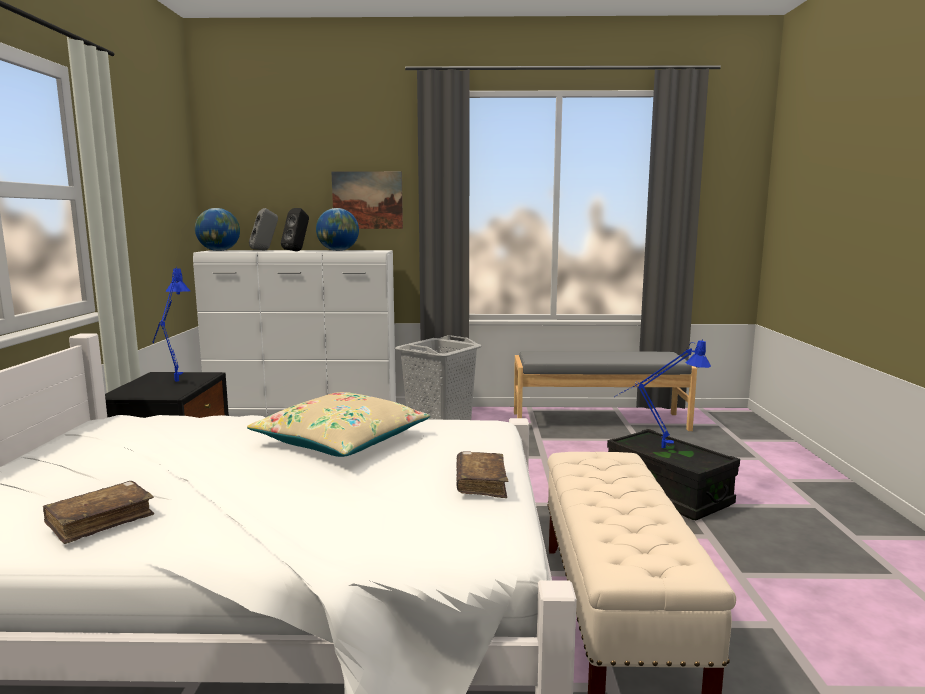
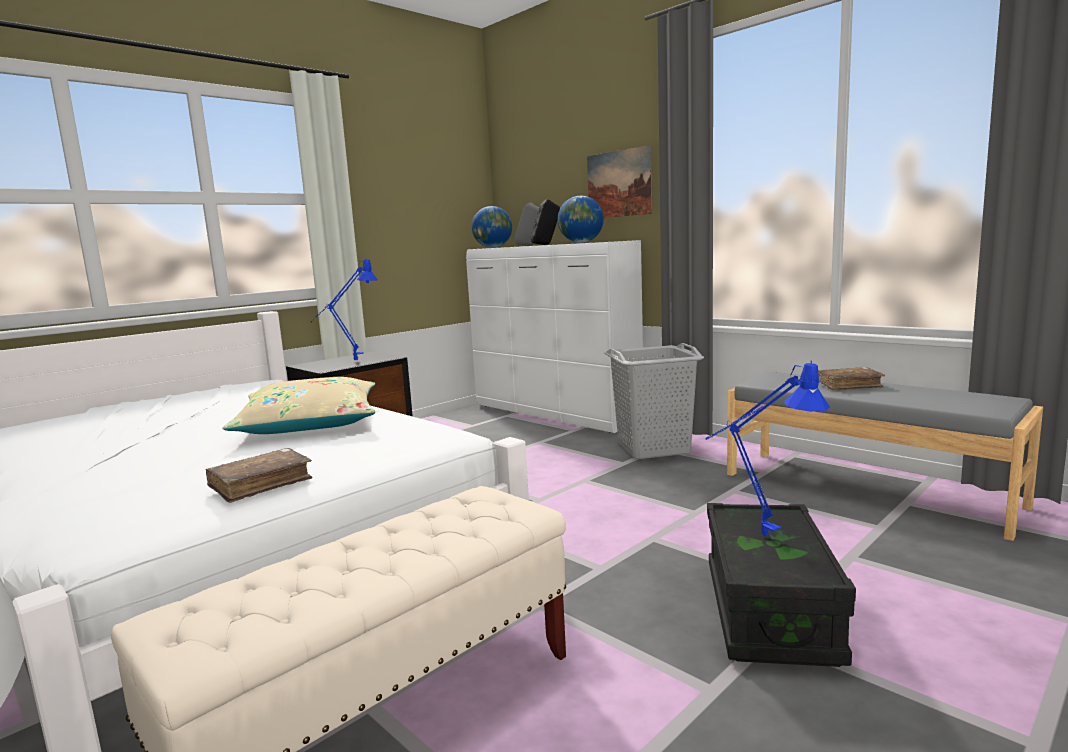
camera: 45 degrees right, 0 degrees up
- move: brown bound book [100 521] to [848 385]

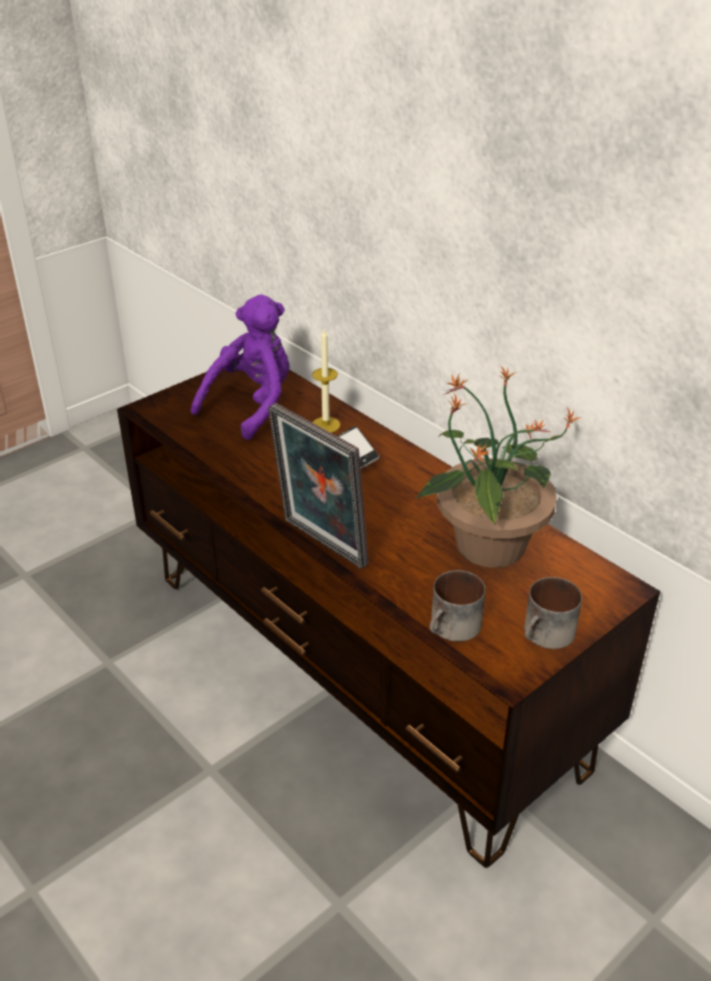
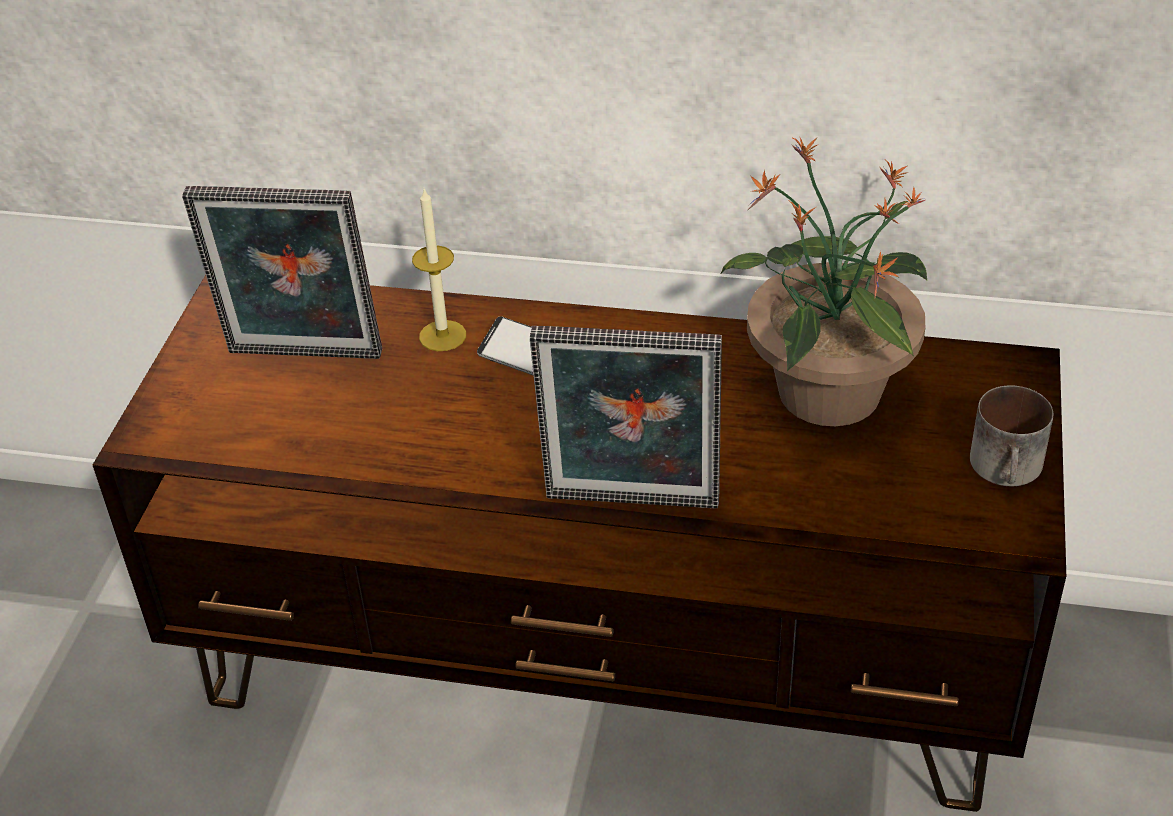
camera: 35 degrees left, 5 degrees up
- replace: purple-coloured soft toy [252 406] to standing frame [303 358]
- delete: coffee mug [453 629]

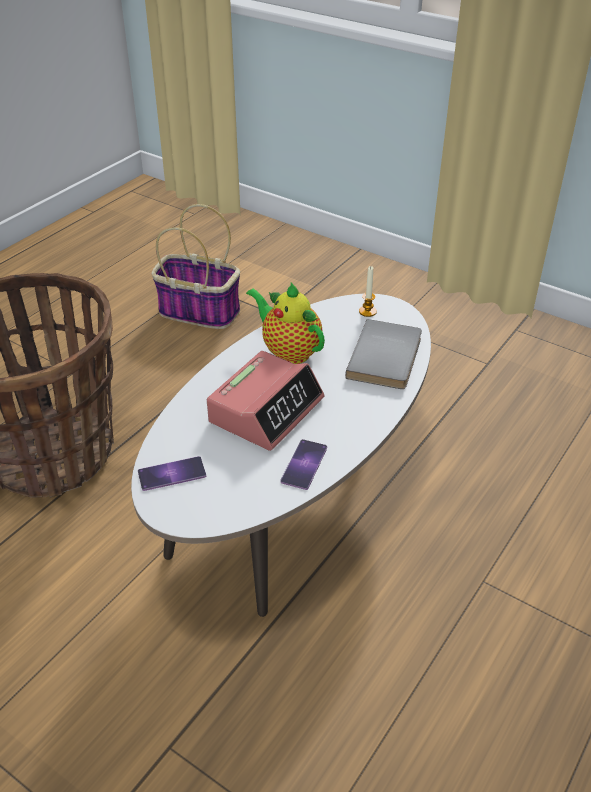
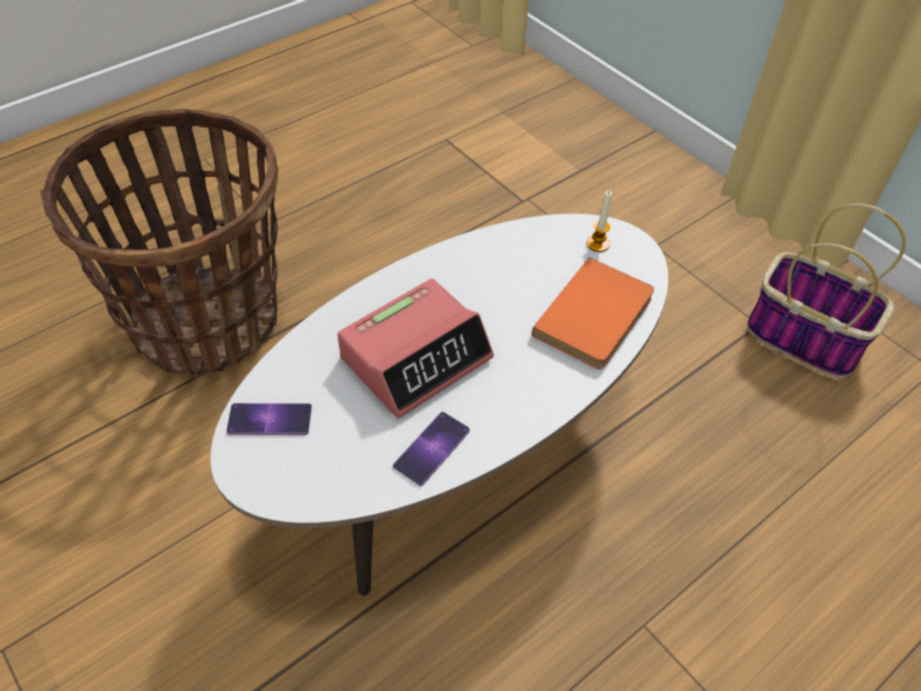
camera: 15 degrees right, 10 degrees up
- move: household basket [197 311] to [801 337]
- delete: pot for tea [289 351]
- recolor: greyish bound book [387 357] to orange-coloured bound book [597 318]

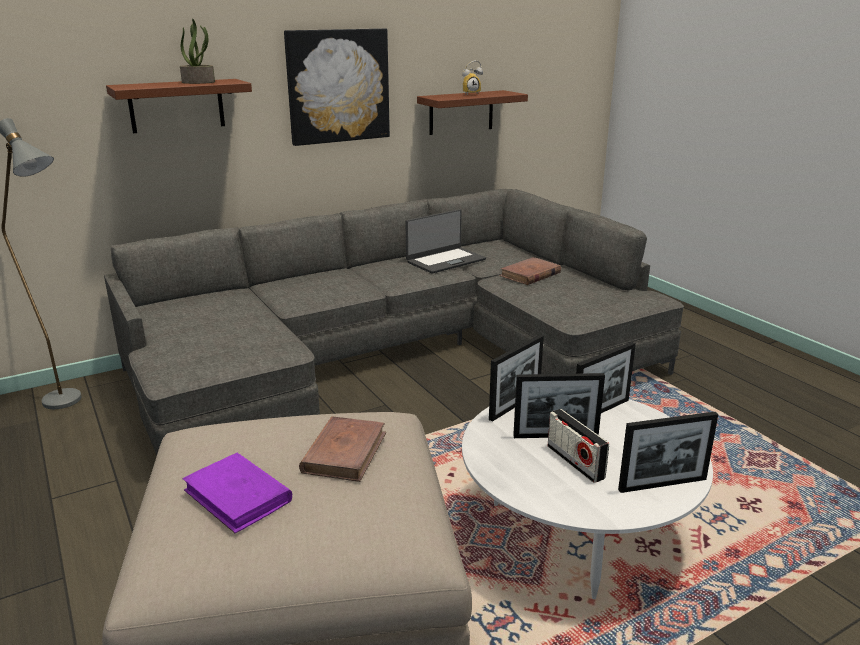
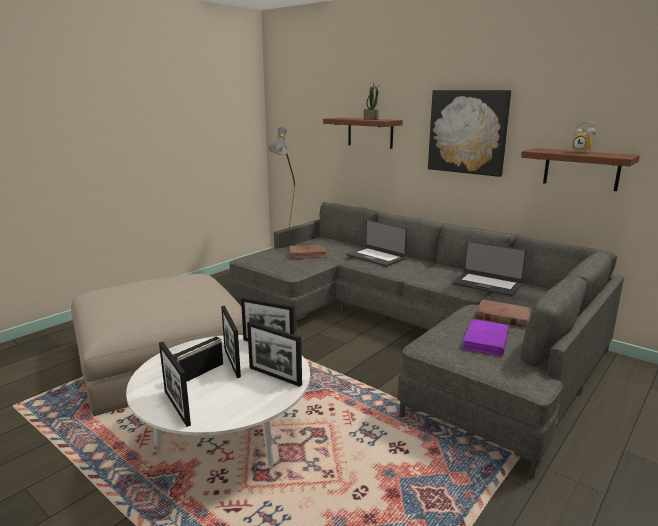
camera: 70 degrees right, 5 degrees down
- move: brown bound book [344 452] to [308 254]
- move: purple-coloured bound book [238 496] to [485 340]
- insert: notebook computer [376 257]

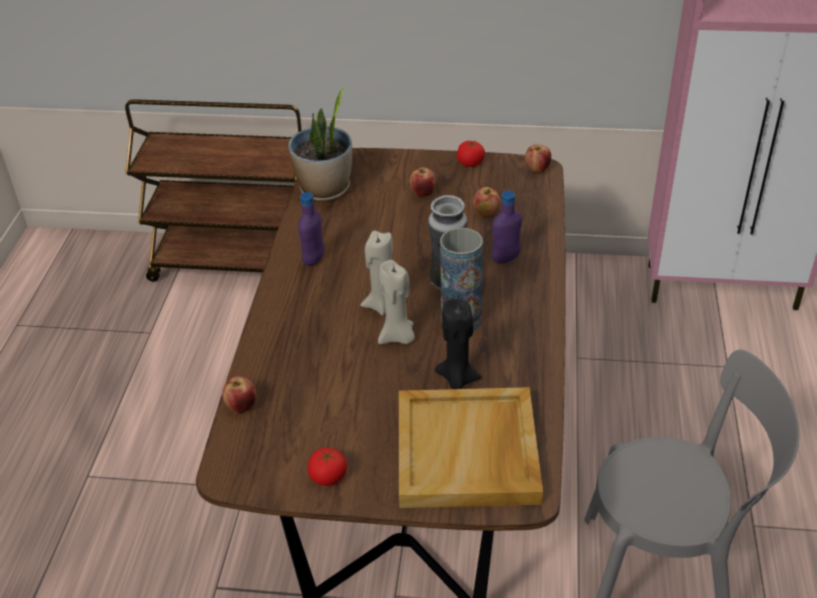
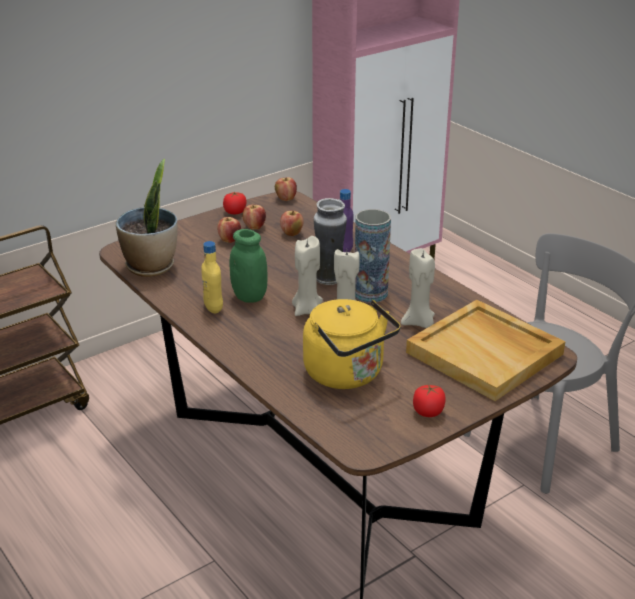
camera: 45 degrees left, 10 degrees down
- recolor: purple-coloured drink bottle [314 259] to yellow drink bottle [213 308]
- recolor: black wax light [457 379] to beige wax light [419 323]
- move: apple fruit [242 406] to [254 227]
- insert: green preserve jar [249 296]
- insert: yellow water kettle [348 374]

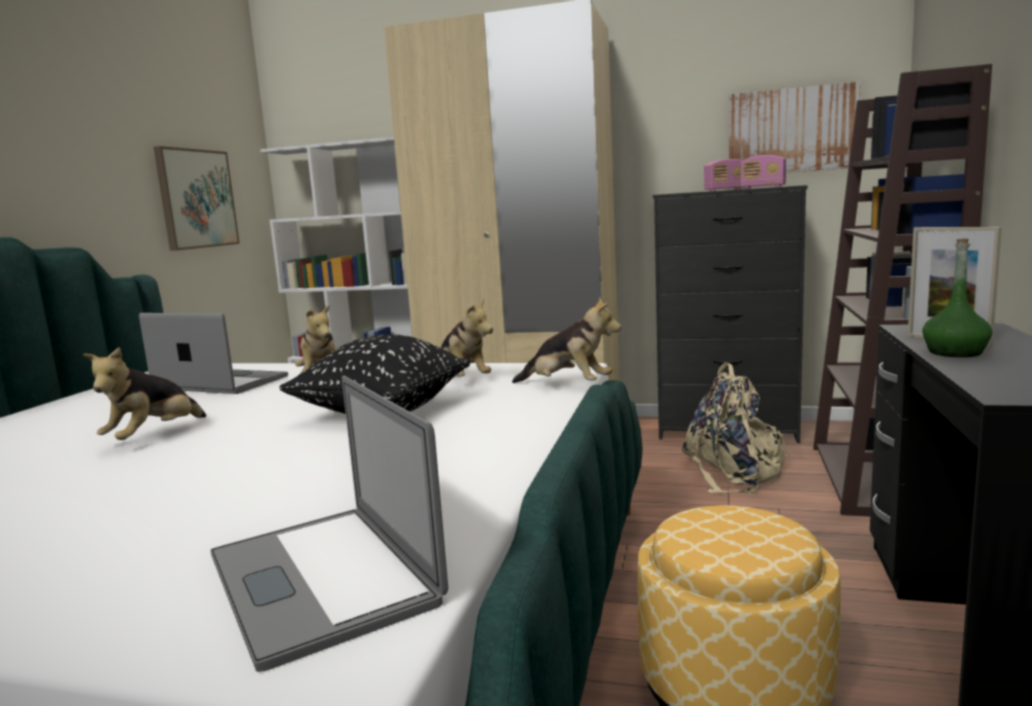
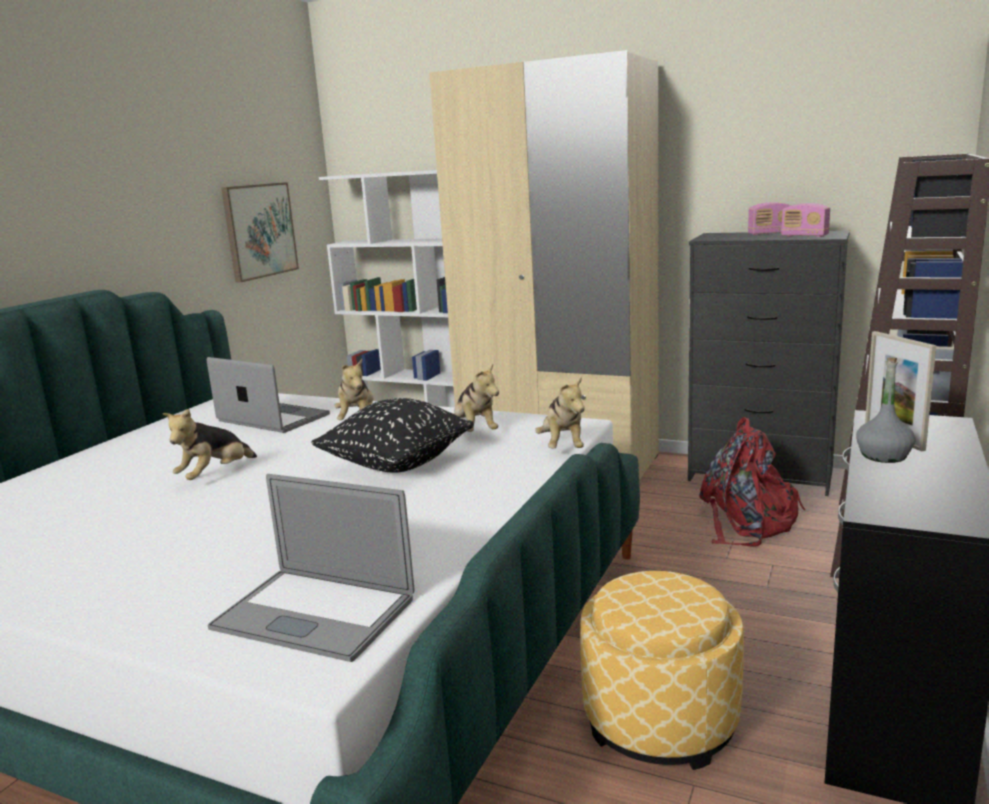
camera: 10 degrees right, 5 degrees up
- delete: picture [791 131]
- recolor: green drink bottle [954 352] to greyish drink bottle [883 456]
- rotate: soft toy [567 386] = [562 447] 45 degrees clockwise
- recolor: beige backpack [734 472] to reddish backpack [747 522]
- rotate: notebook computer [321 578] = [314 613] 45 degrees counterclockwise

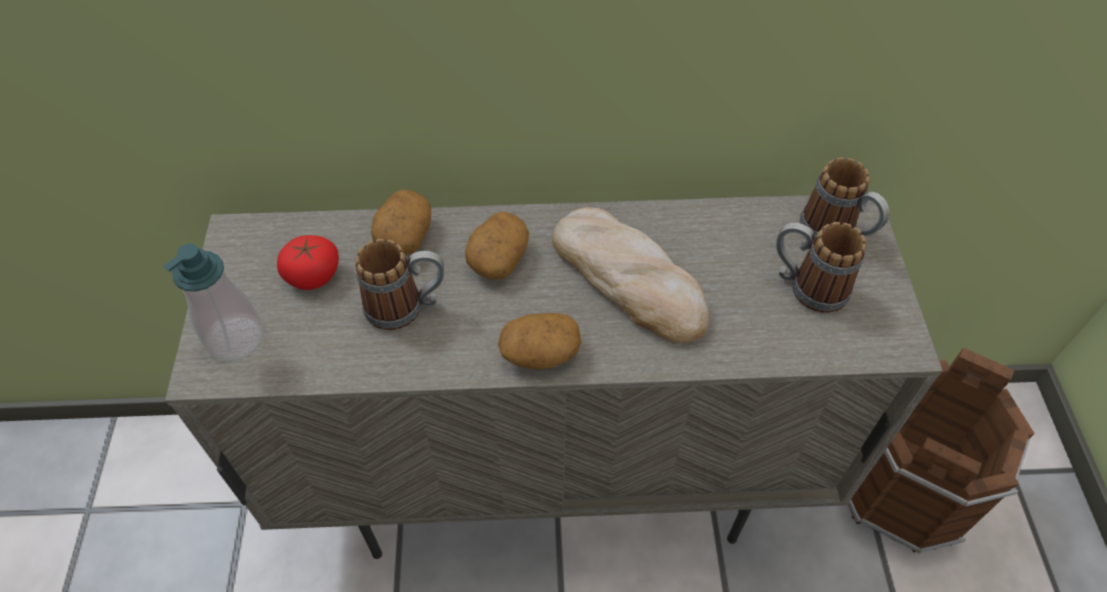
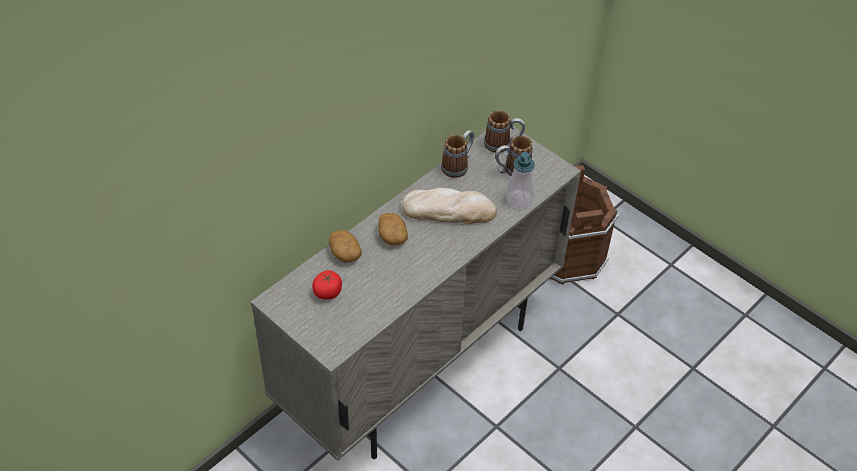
camera: 45 degrees left, 5 degrees down
- move: coffee mug [407 307] to [458 165]
- move: soap bottle [235 338] to [519 200]
- delete: spud [540 353]

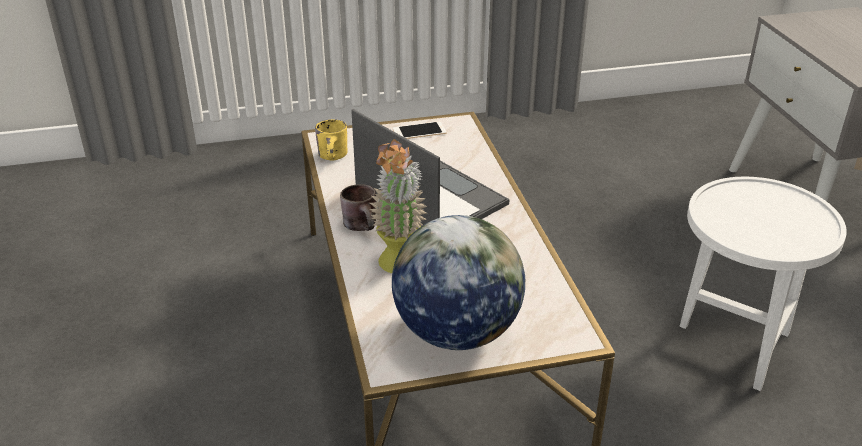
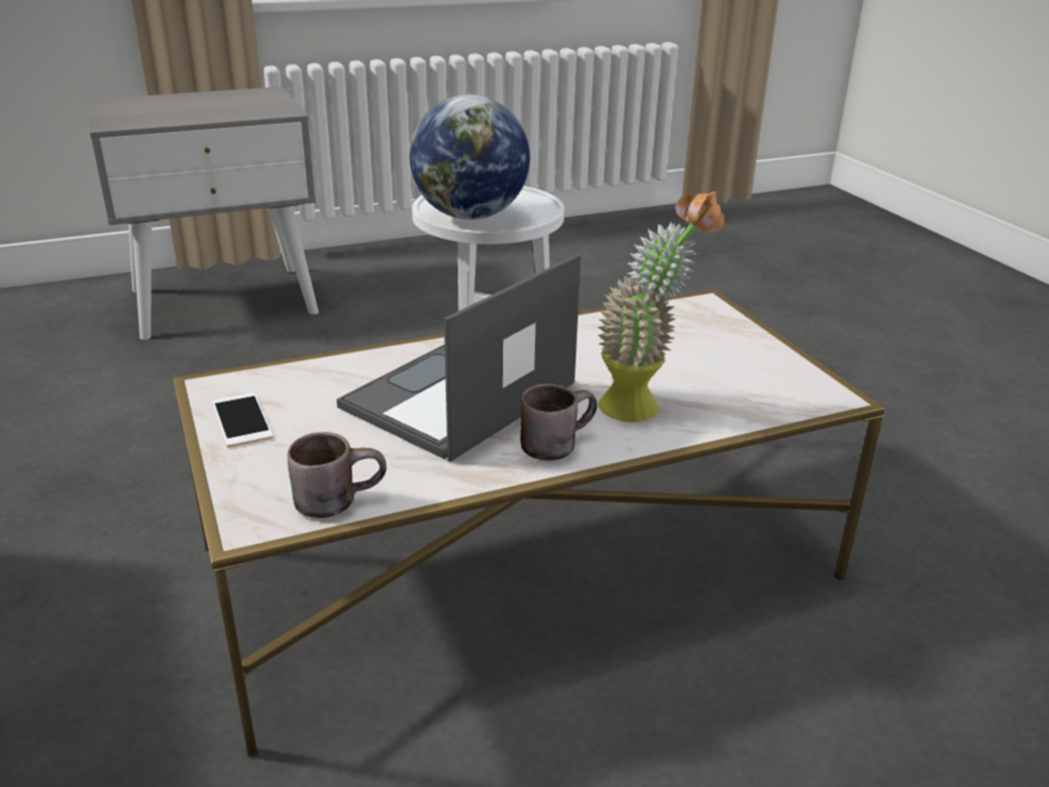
camera: 100 degrees left, 5 degrees down
- recolor: yellow coffee mug [335 157] to brown coffee mug [337 498]
- move: globe [456 332] to [469 216]

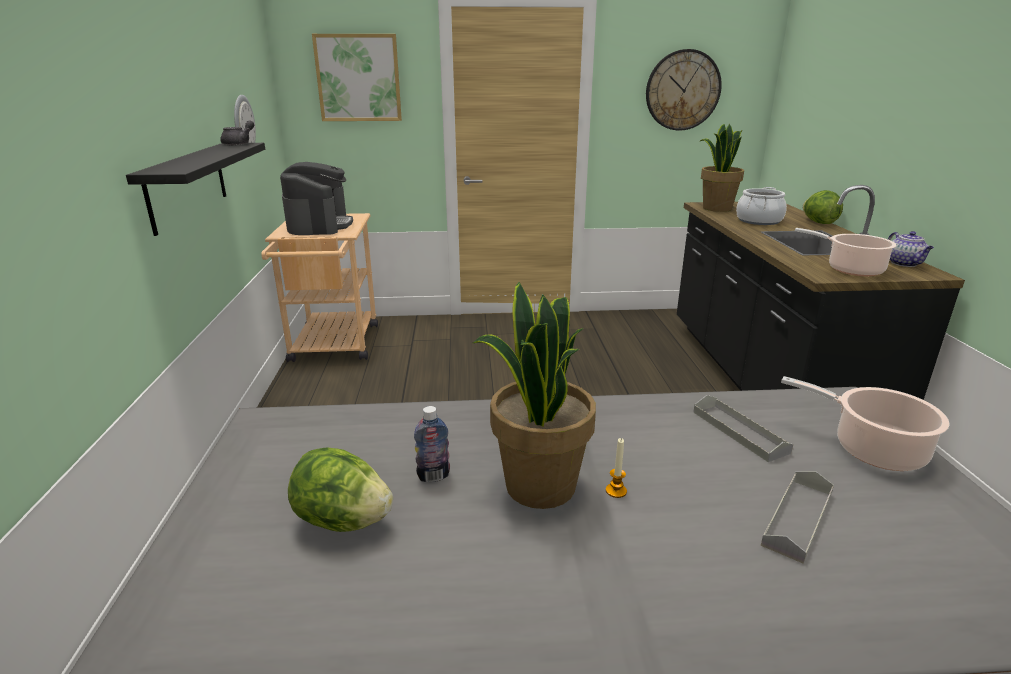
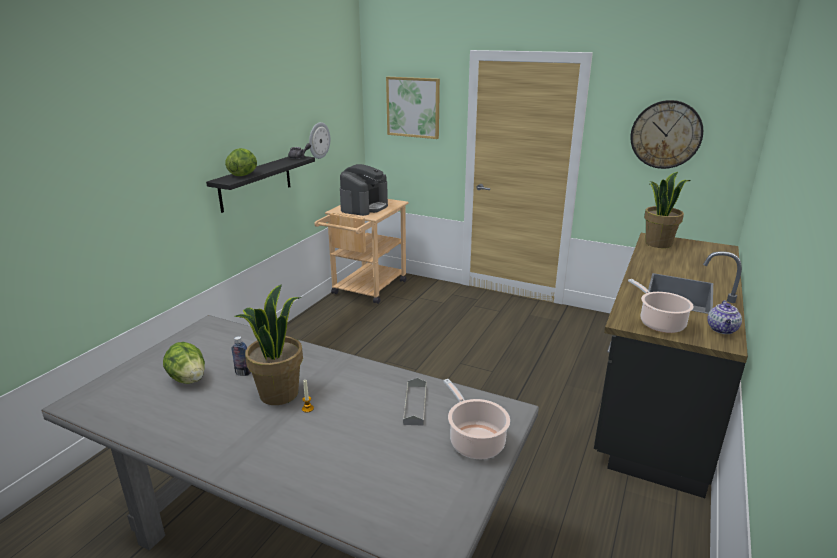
camera: 30 degrees right, 0 degrees up
- delete: stockpot [759 221]
- move: lettuce [818 222] to [244 175]
- delete: greyish tray [797 518]

